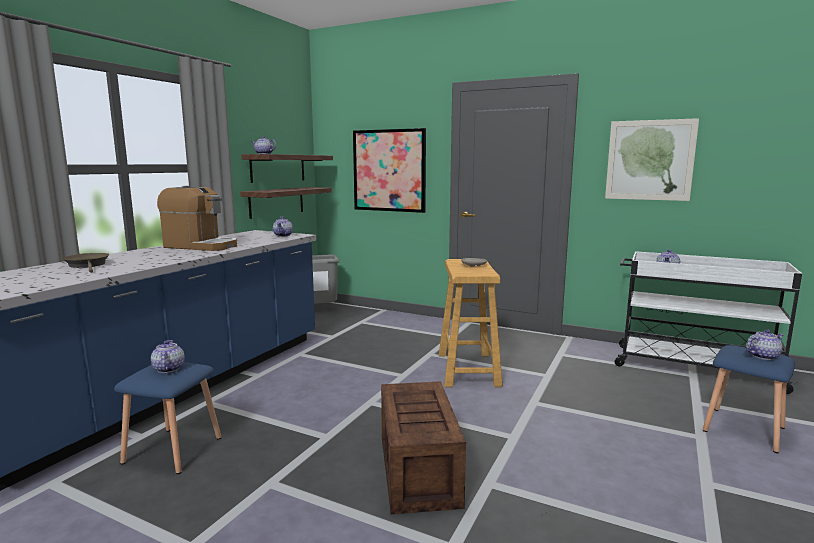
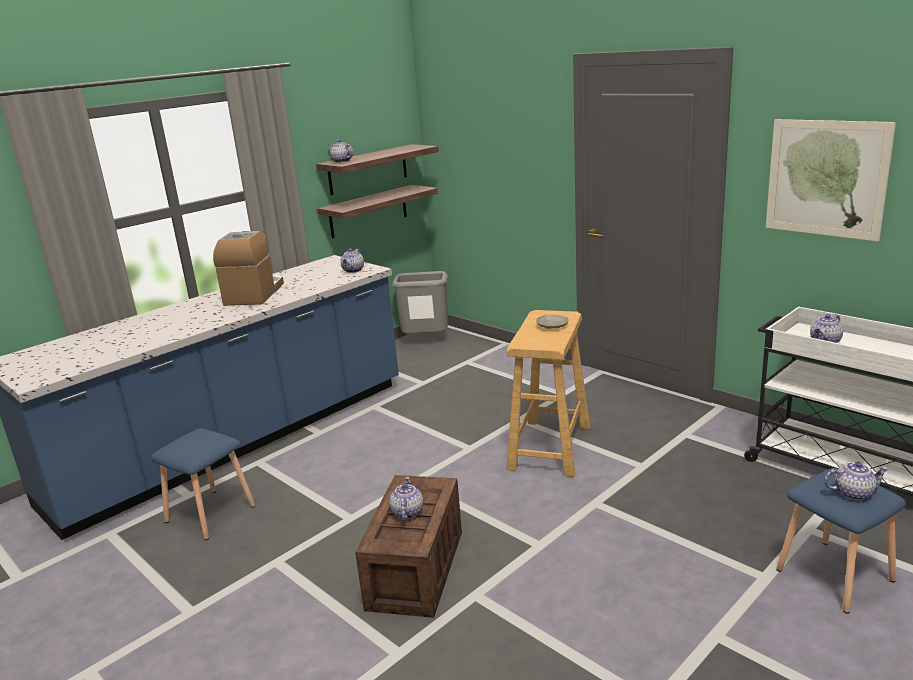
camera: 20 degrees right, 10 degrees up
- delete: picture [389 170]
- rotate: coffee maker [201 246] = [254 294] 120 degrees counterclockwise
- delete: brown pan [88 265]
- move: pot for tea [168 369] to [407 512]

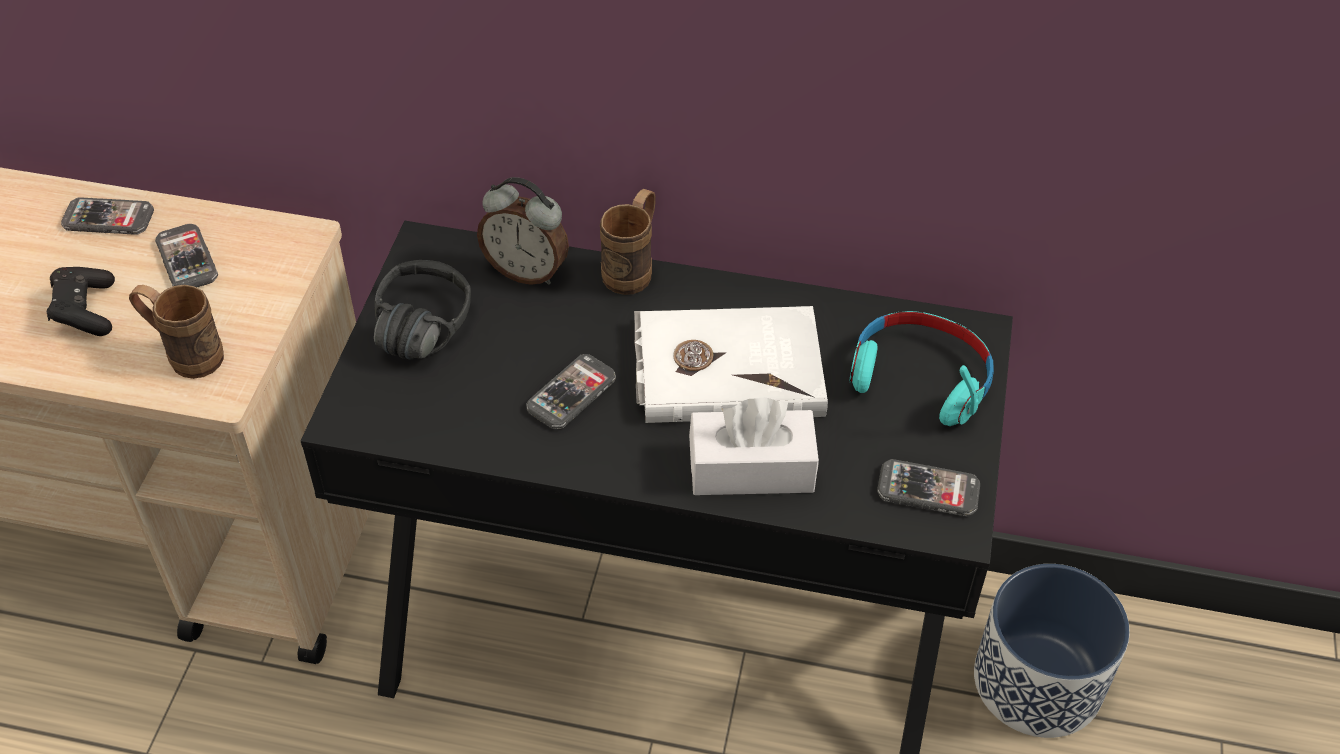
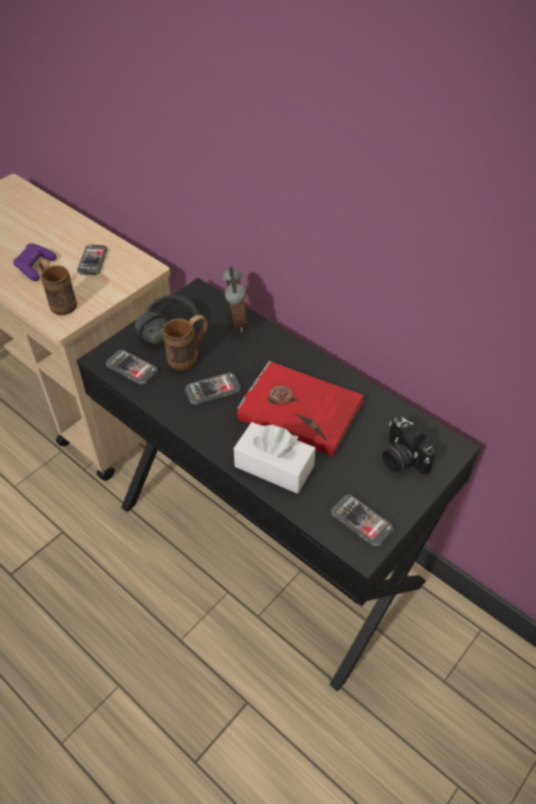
camera: 30 degrees right, 0 degrees up
- rotate: table clock [527 271] = [236 322] 150 degrees counterclockwise
- move: brown coffee mug [633 269] to [189 358]
- move: handset [108 218] to [132 368]
- recolor: black gamepad [85 311] to purple-coloured gamepad [35 268]
- recolor: white-coloured bound book [728 368] to reddish bound book [300 409]
- replace: blue-green pair of headphones [920 378] to still camera [401 458]
- delete: flower pot [1038 683]

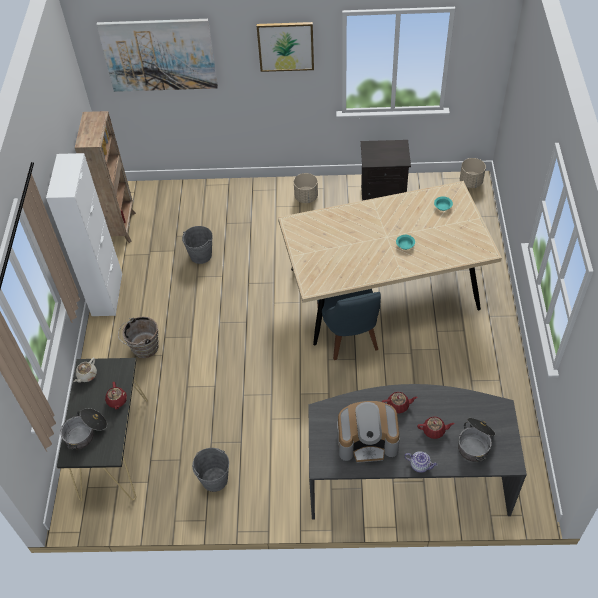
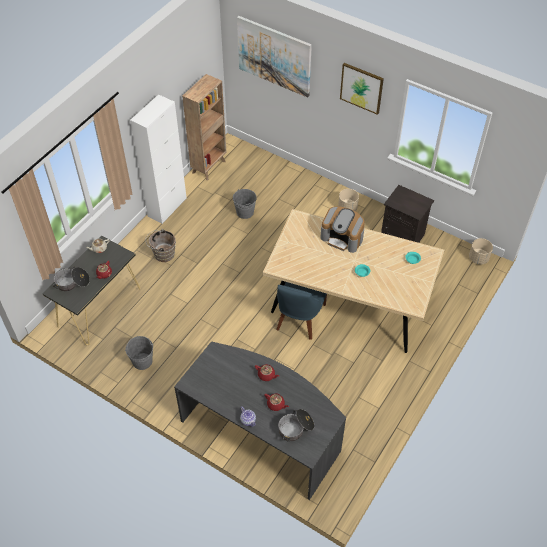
camera: 30 degrees right, 0 degrees up
- move: coffee maker [367 441] to [342 237]

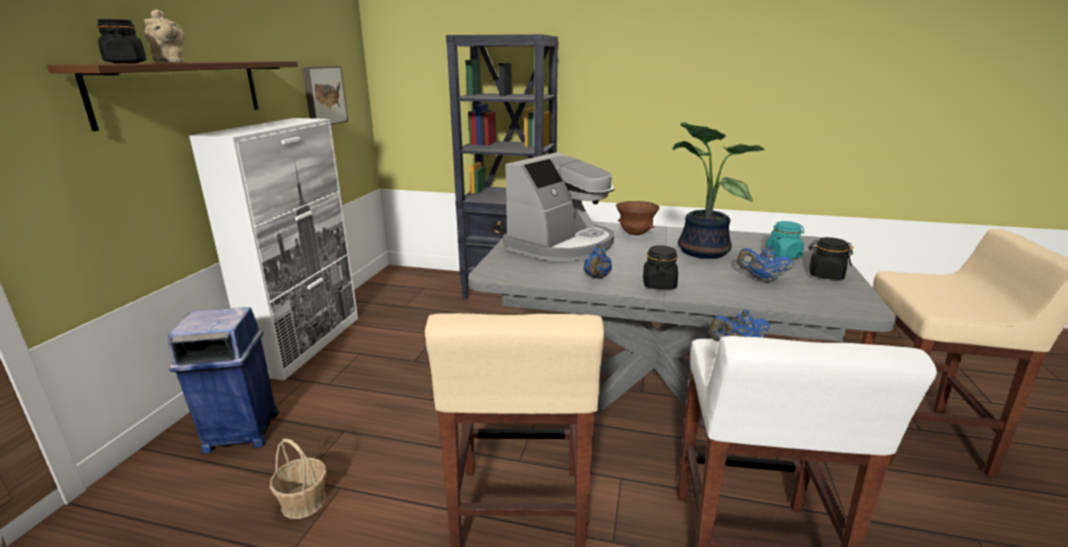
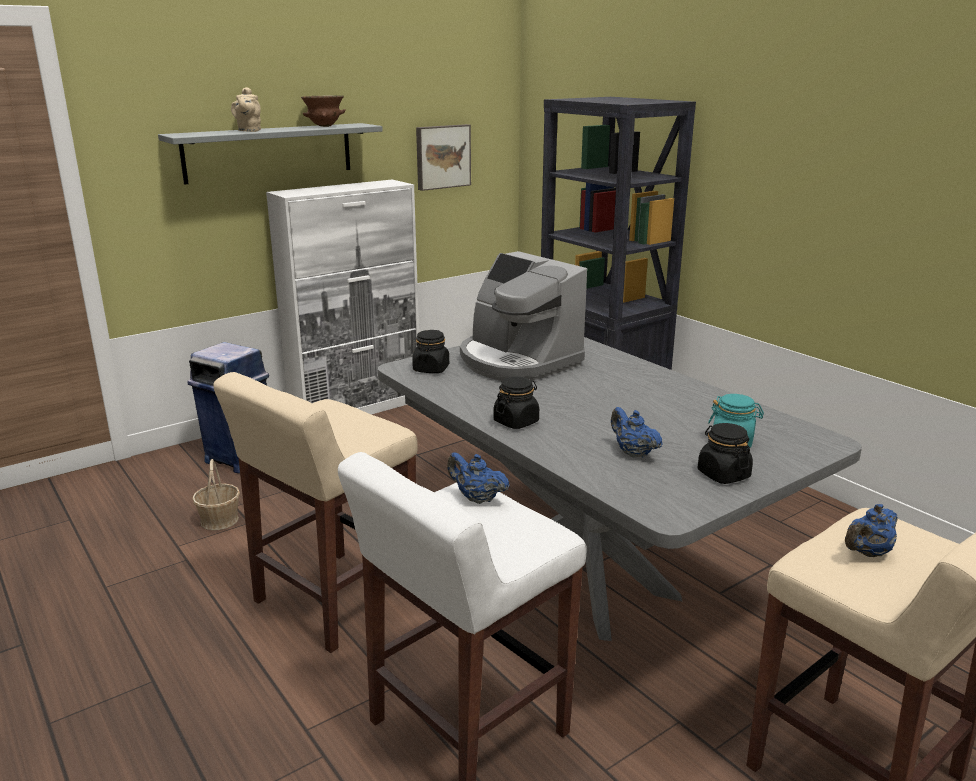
camera: 40 degrees right, 0 degrees up
- move: black preserve jar [126 63] to [431 369]
- recolor: brown bracket shelf [181 90] to greyish bracket shelf [269 152]
- delete: plant in a pot [699 251]
- rotate: coffee maker [561 245] = [517 361] 60 degrees clockwise
- move: brown deep dish [635 234] to [325 126]
- move: blue-coloured pot for tea [597 277] to [867 553]

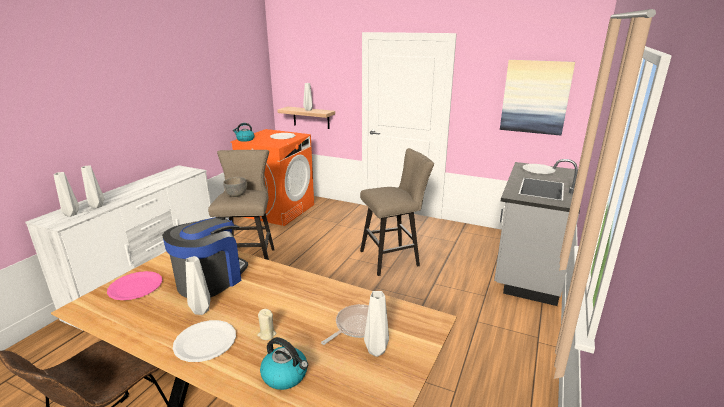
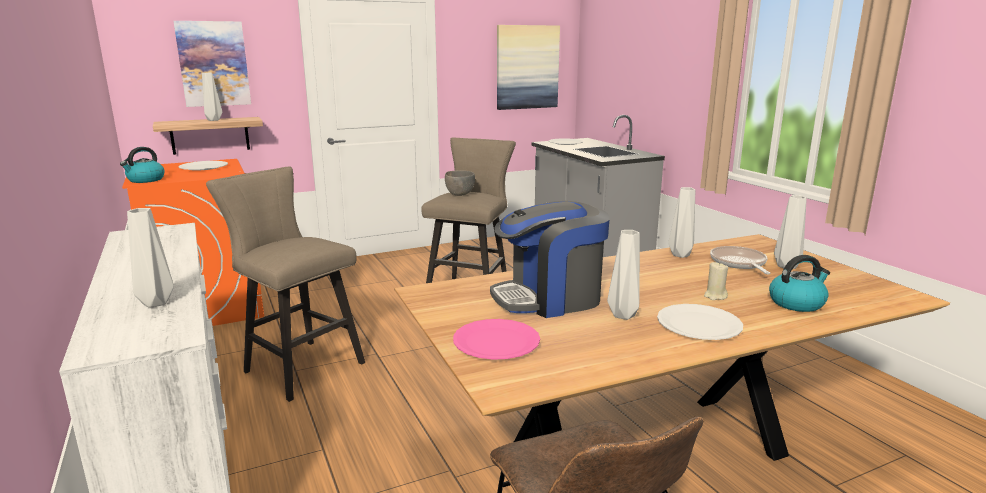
camera: 50 degrees left, 5 degrees down
- move: greyish decorative vase [70 214] to [680 255]
- move: greyish deep dish [236 195] to [460 194]
- rotate: coffee maker [211 279] = [549 298] 90 degrees counterclockwise
- insert: picture [213 64]

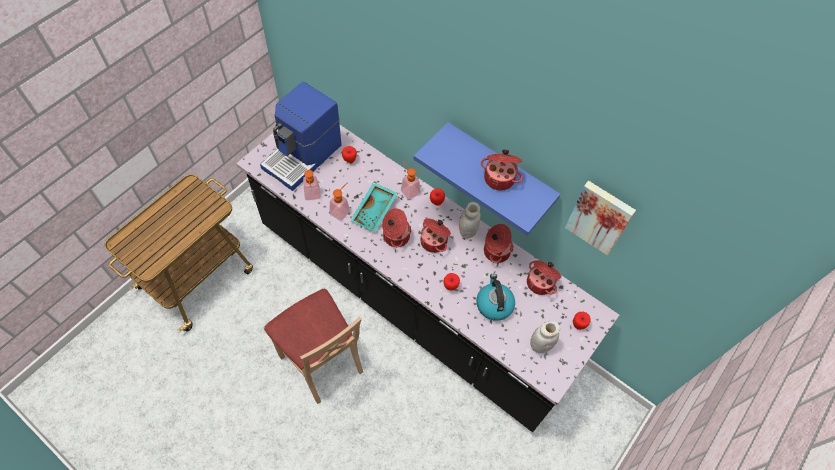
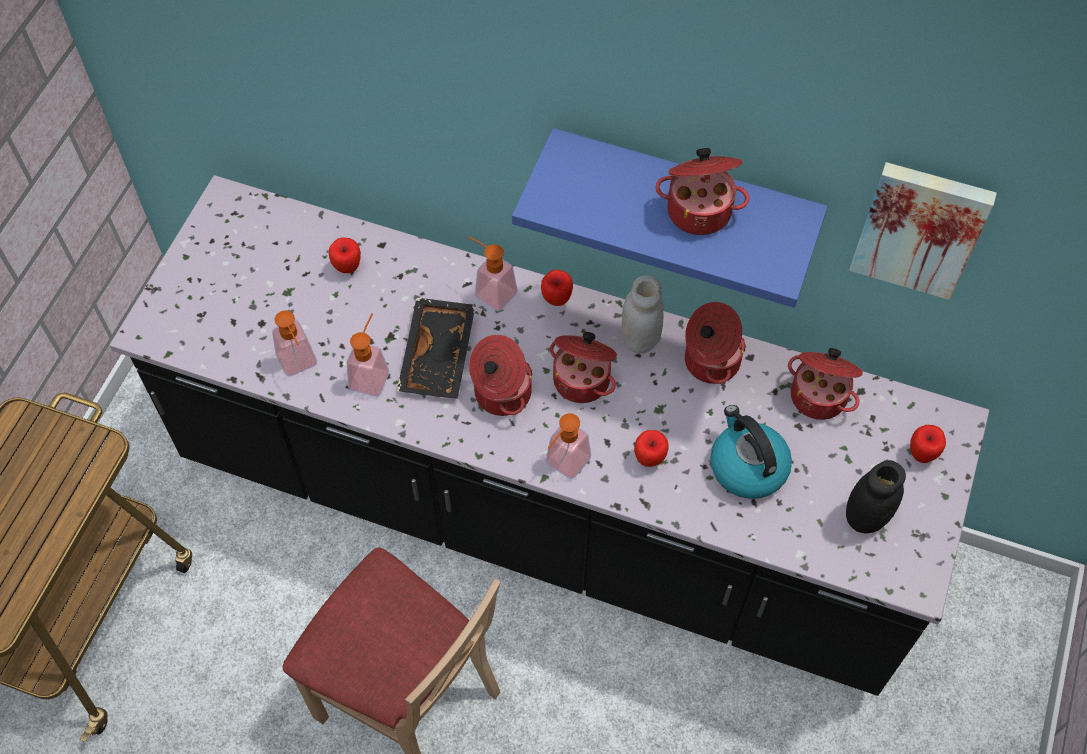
camera: 15 degrees left, 0 degrees up
- delete: coffee maker [303 156]
- recolor: blue-green tray [375 211] to black tray [440 356]
- recolor: white-coloured preserve jar [540 345] to black preserve jar [865 517]
- insert: soap bottle [563 466]

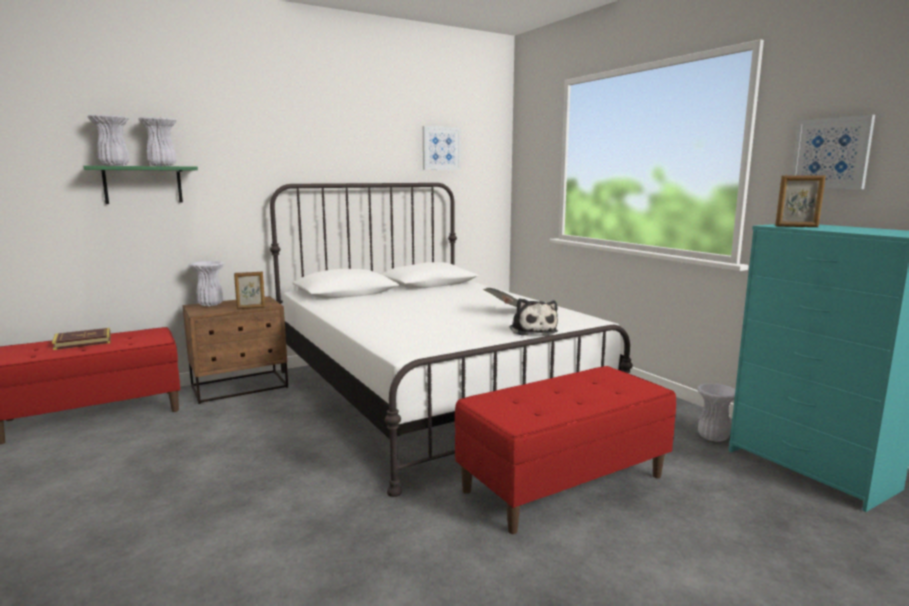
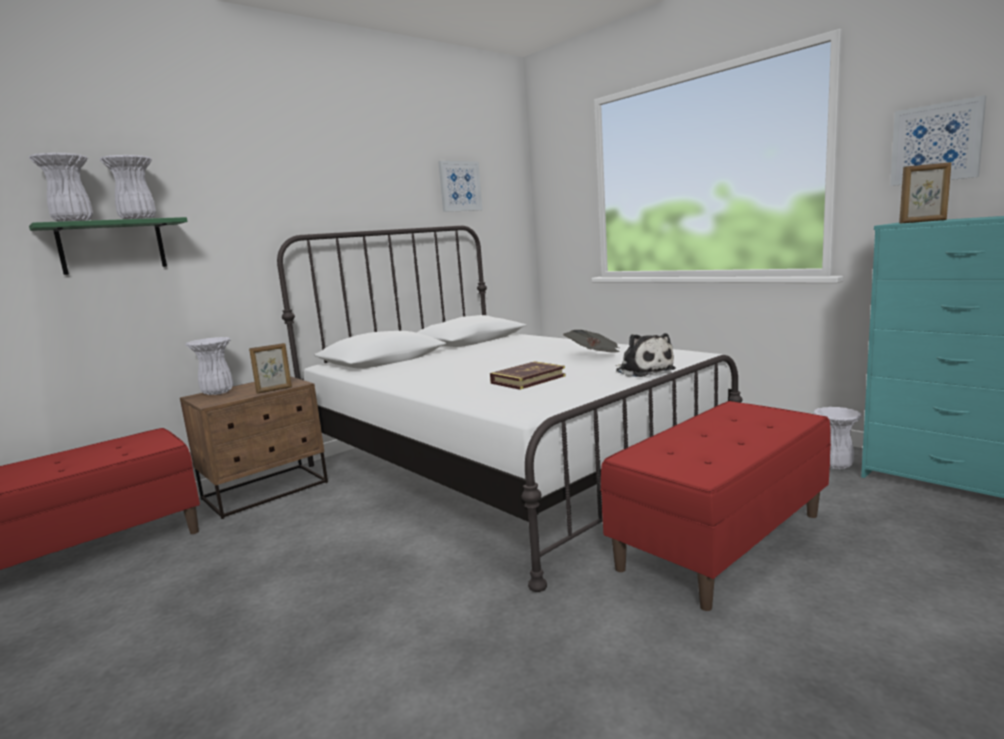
camera: 10 degrees left, 0 degrees up
- move: bound book [83 342] to [528 379]

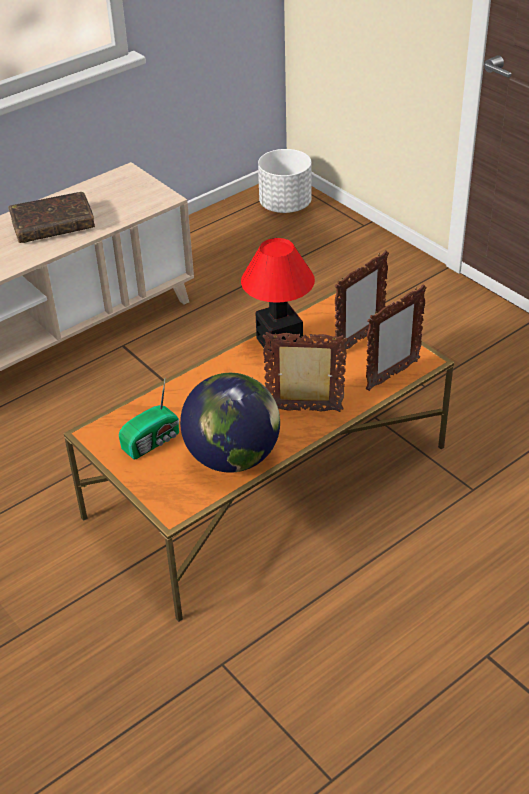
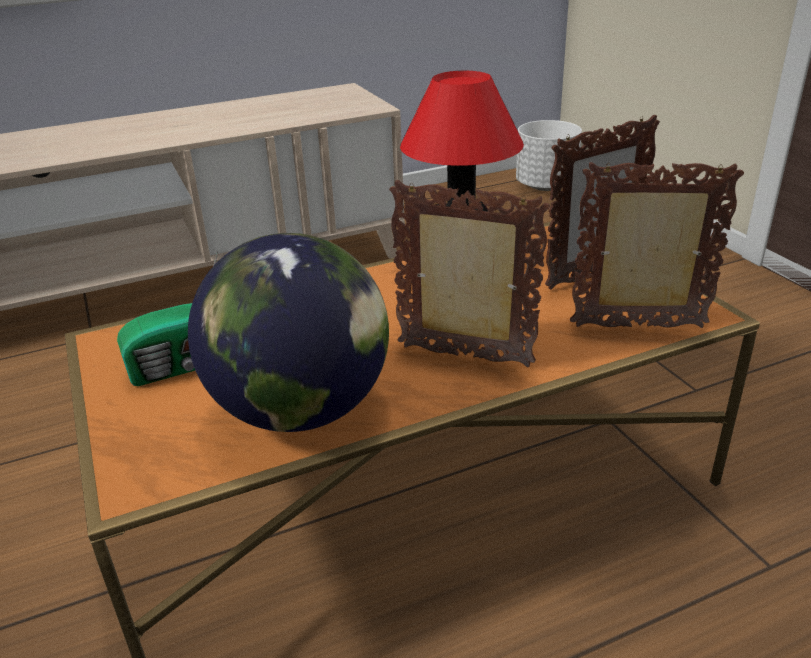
camera: 15 degrees right, 10 degrees down
- delete: brown bound book [53 226]
- rotate: standing frame [392 375] = [639 327] 150 degrees counterclockwise

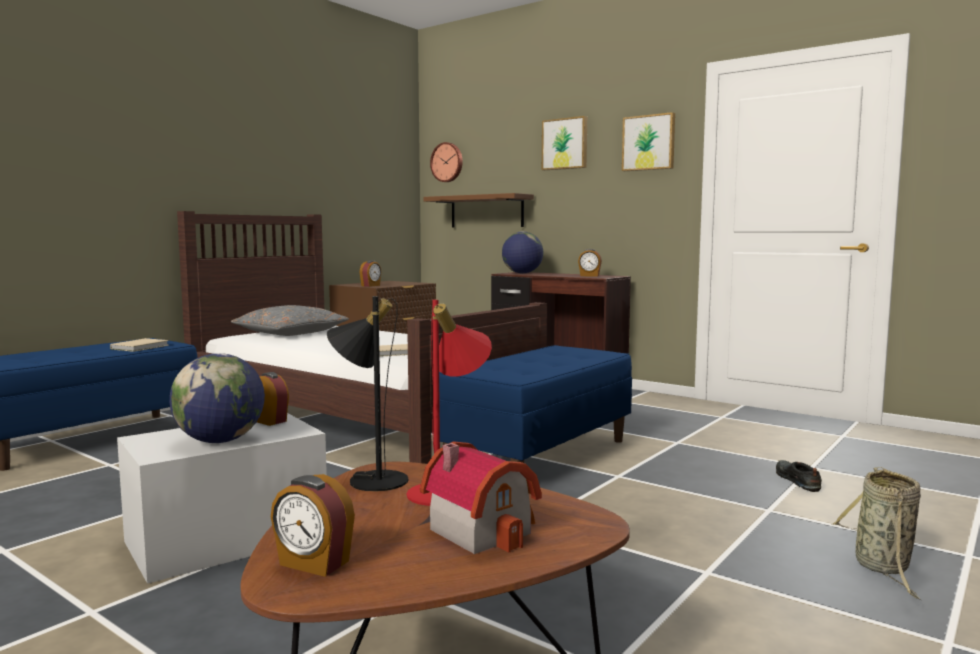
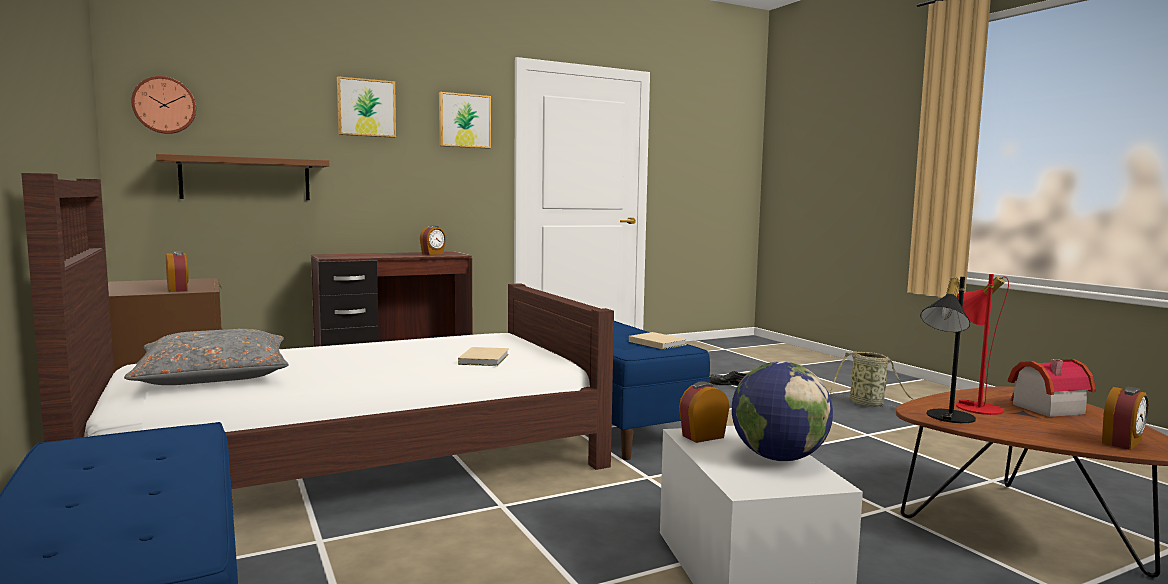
camera: 65 degrees left, 0 degrees up
- delete: globe [522 273]
- move: beige bound book [141 347] to [656 343]

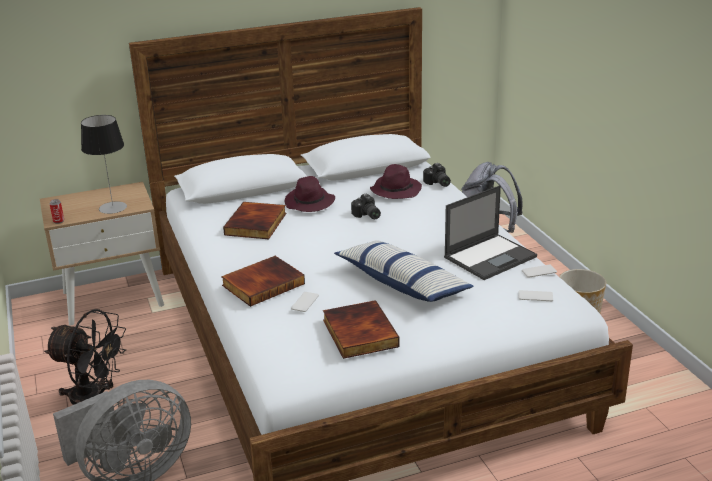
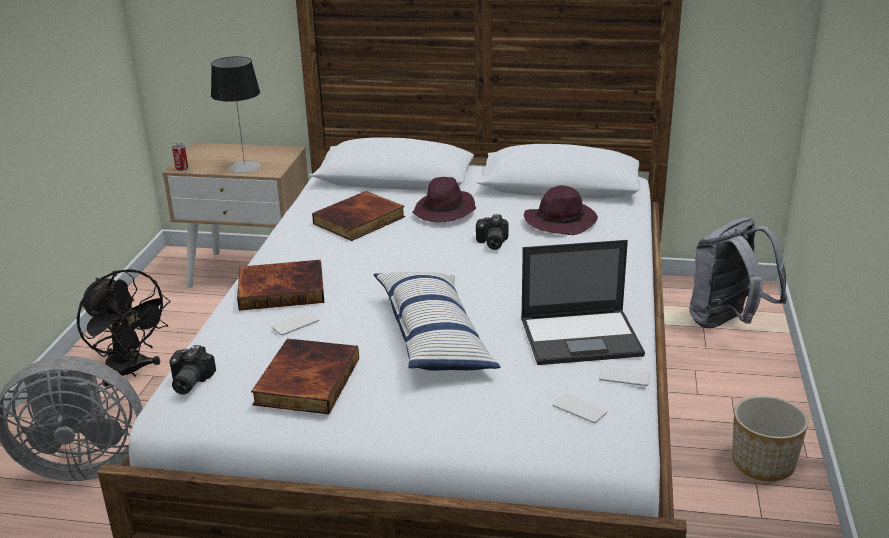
camera: 30 degrees right, 0 degrees up
- move: still camera [437 183] to [187 382]

